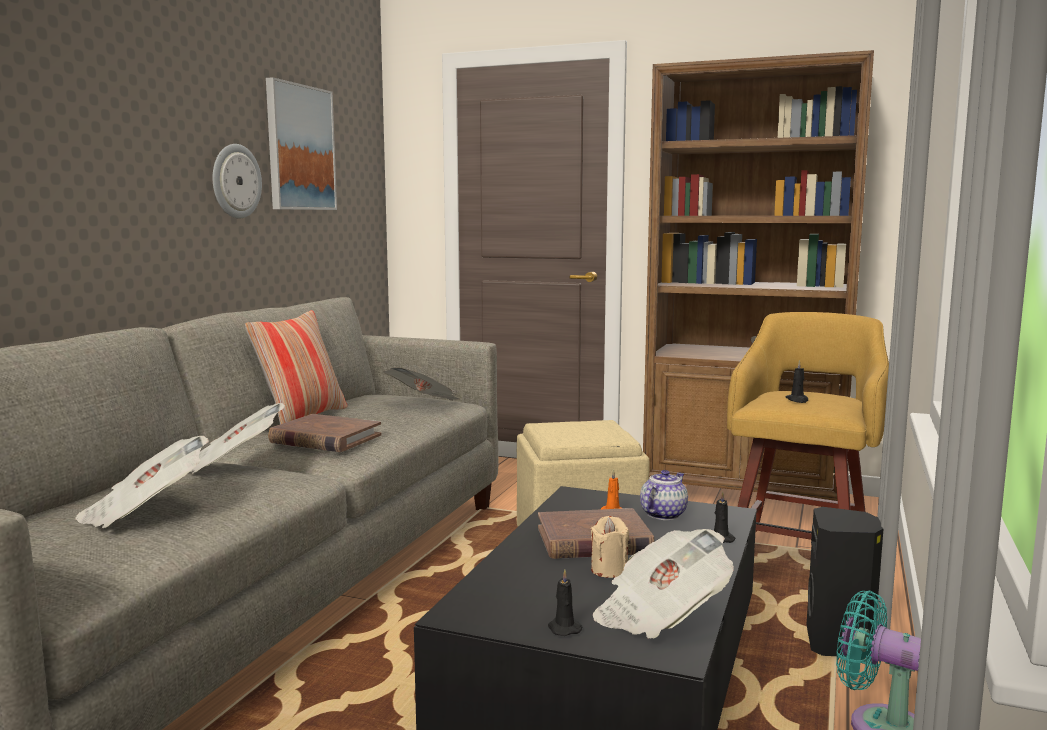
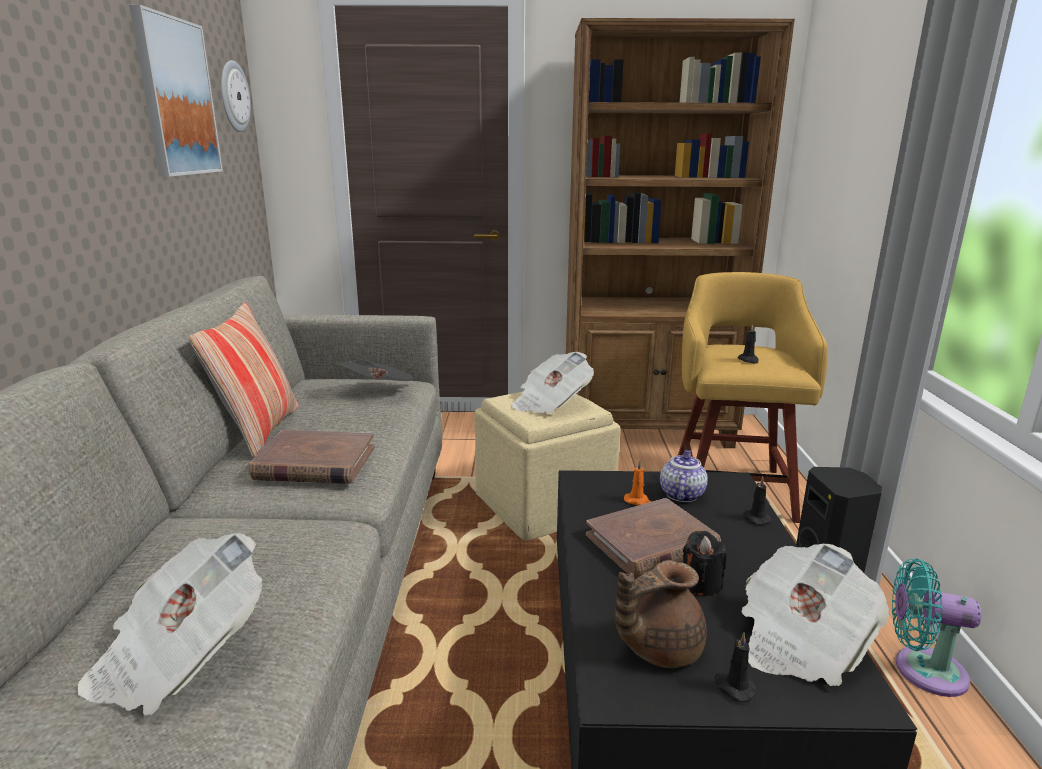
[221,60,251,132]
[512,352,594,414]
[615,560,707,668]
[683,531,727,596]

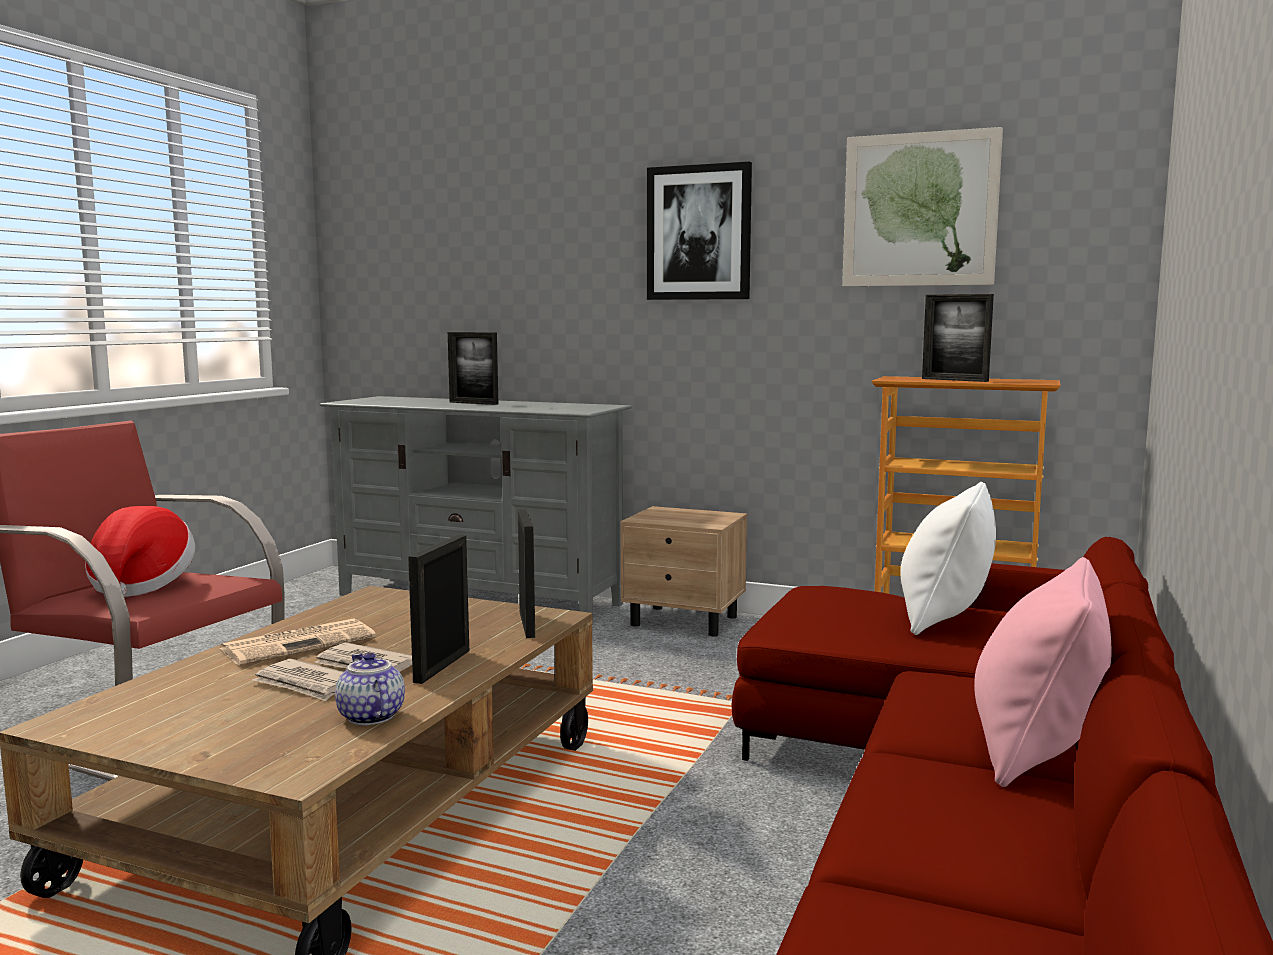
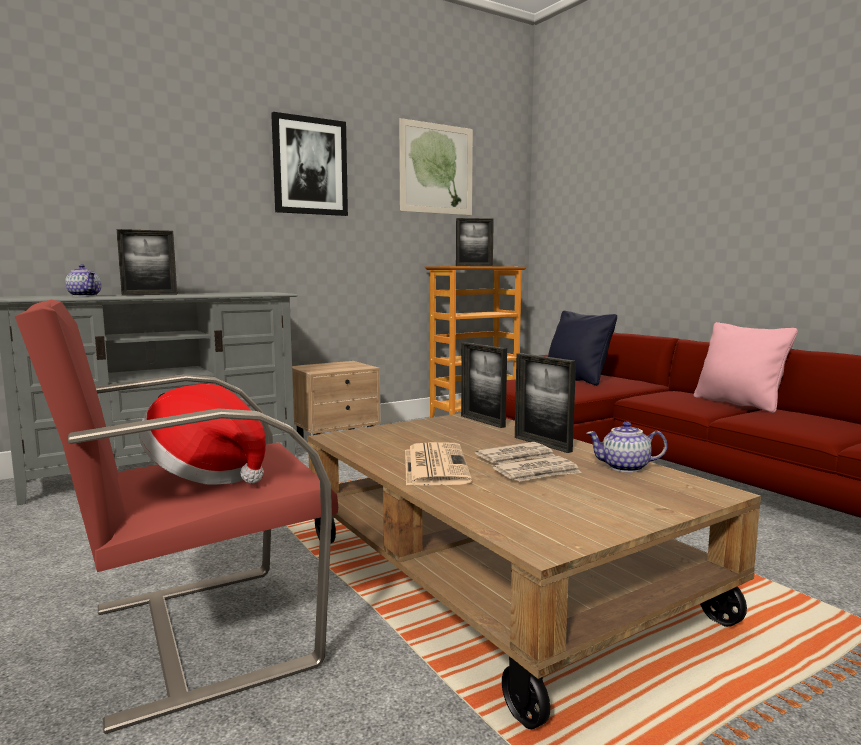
[65,264,102,296]
[461,342,507,428]
[548,311,617,386]

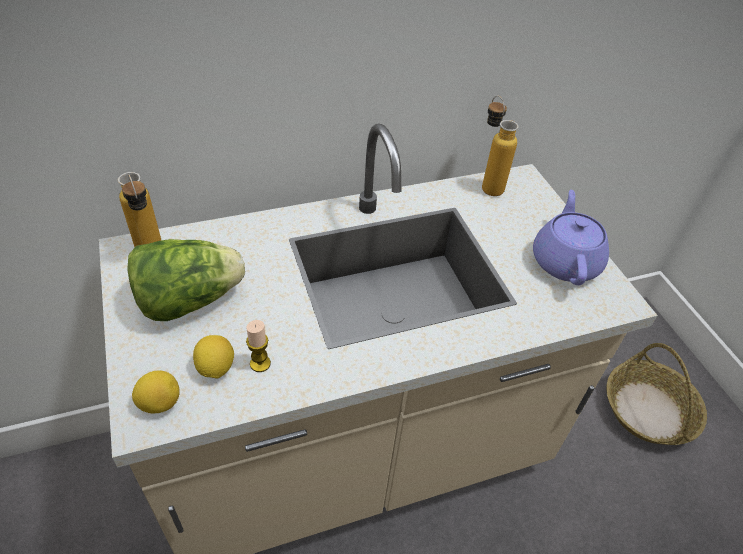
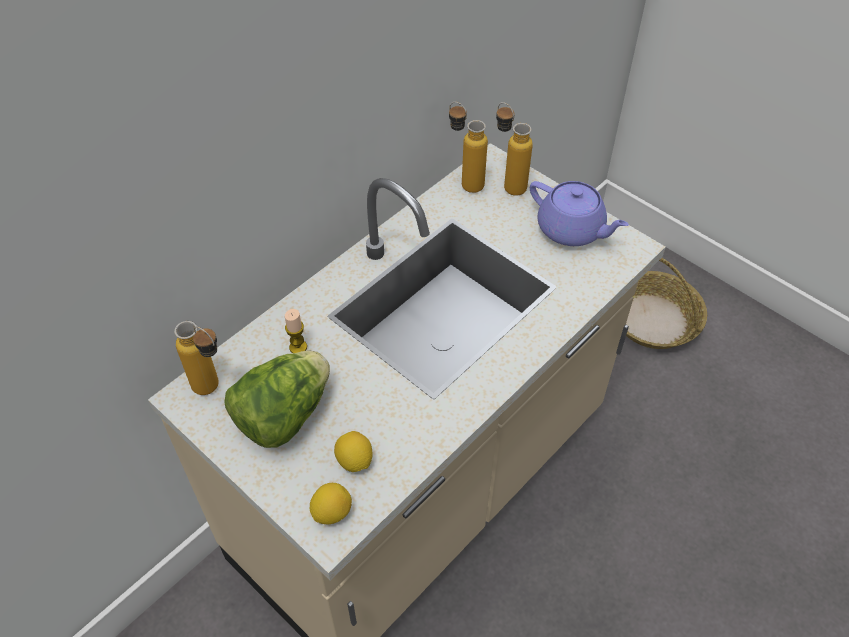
[285,309,307,353]
[496,102,533,196]
[530,181,629,246]

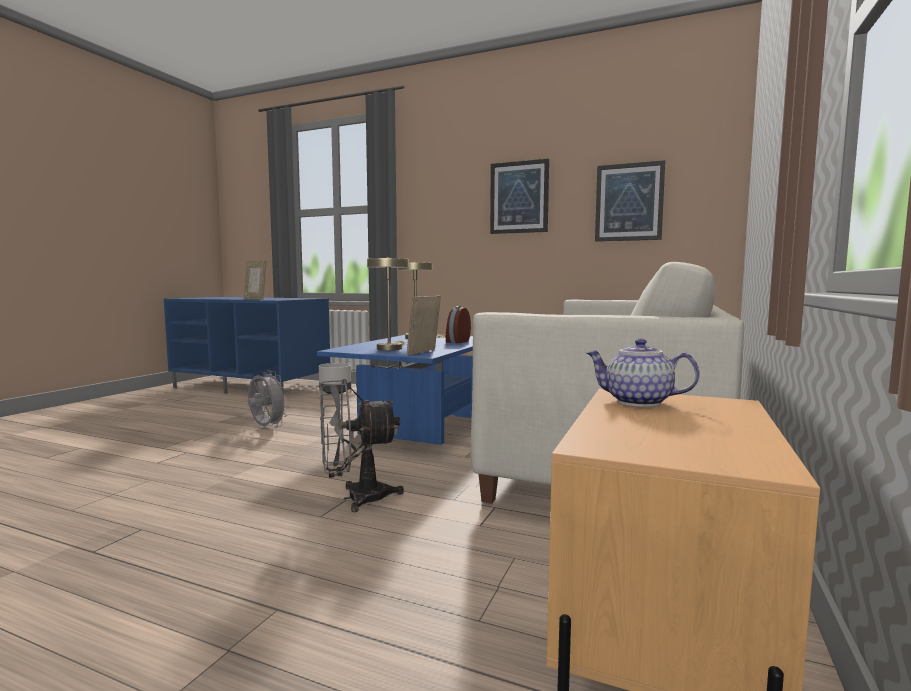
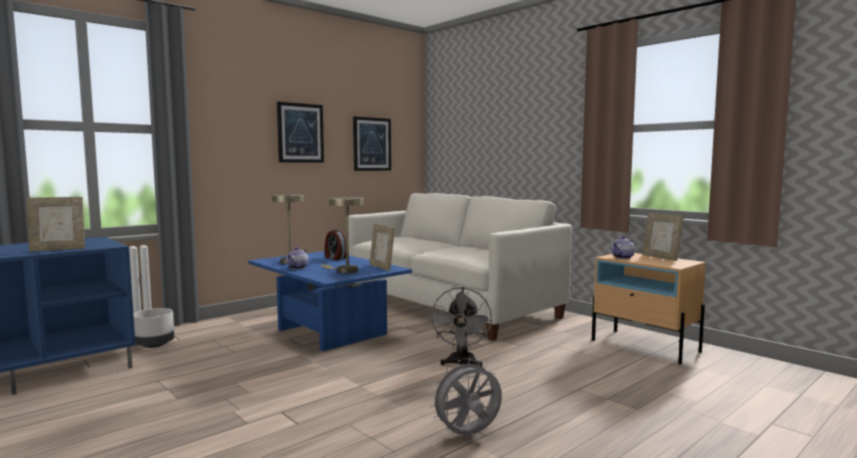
[286,247,308,270]
[429,358,502,435]
[642,213,683,261]

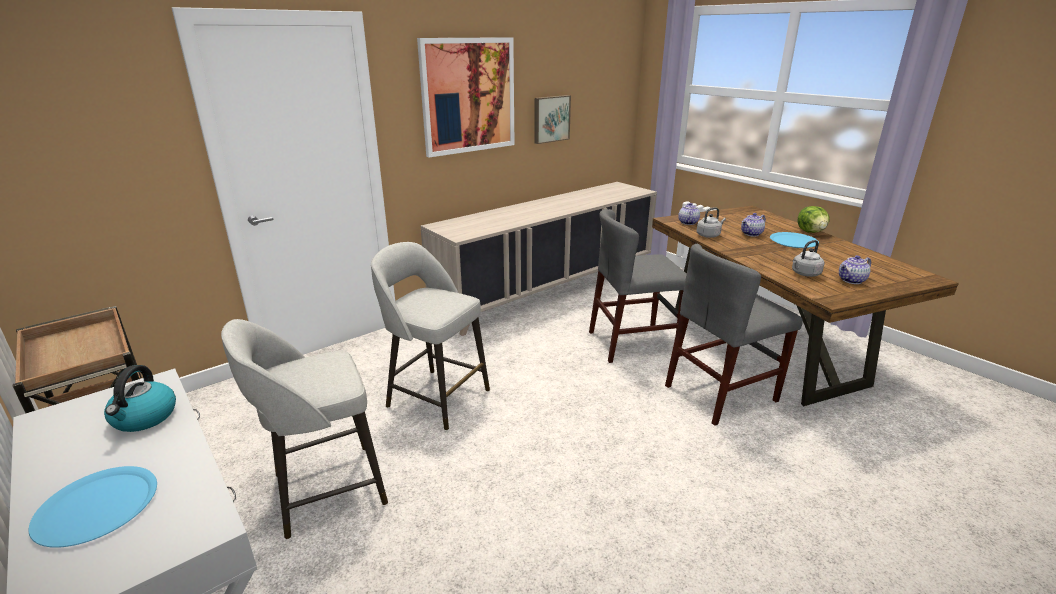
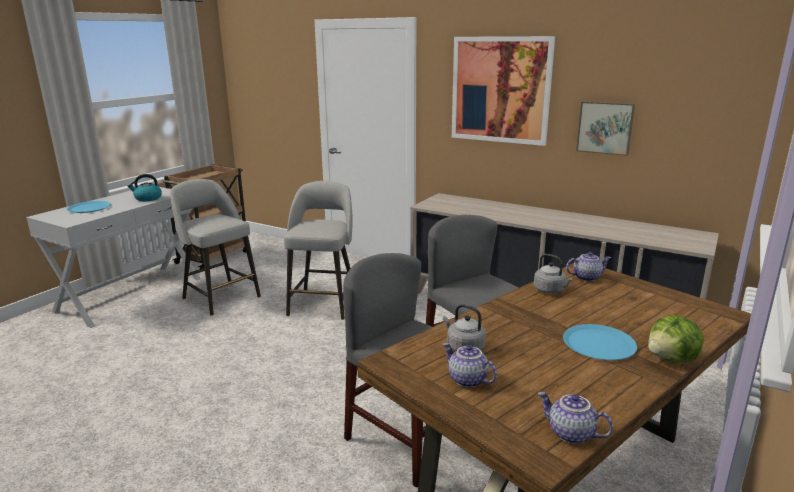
[538,392,613,444]

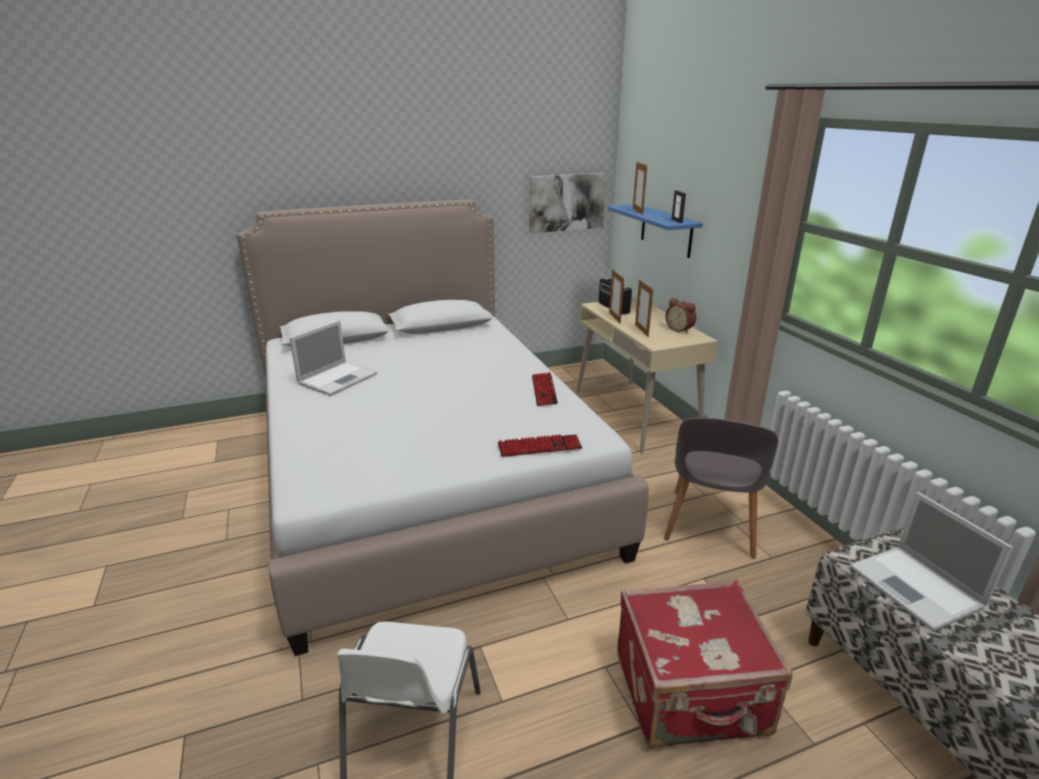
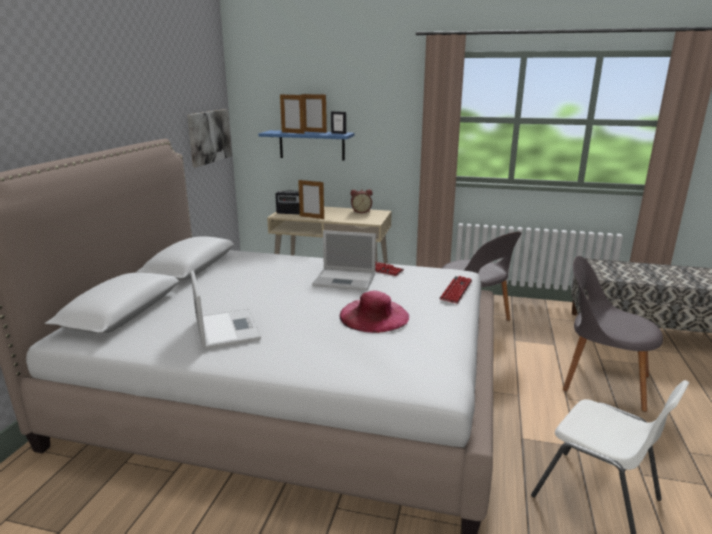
[302,94,327,133]
[312,230,376,290]
[340,291,409,333]
[563,256,663,412]

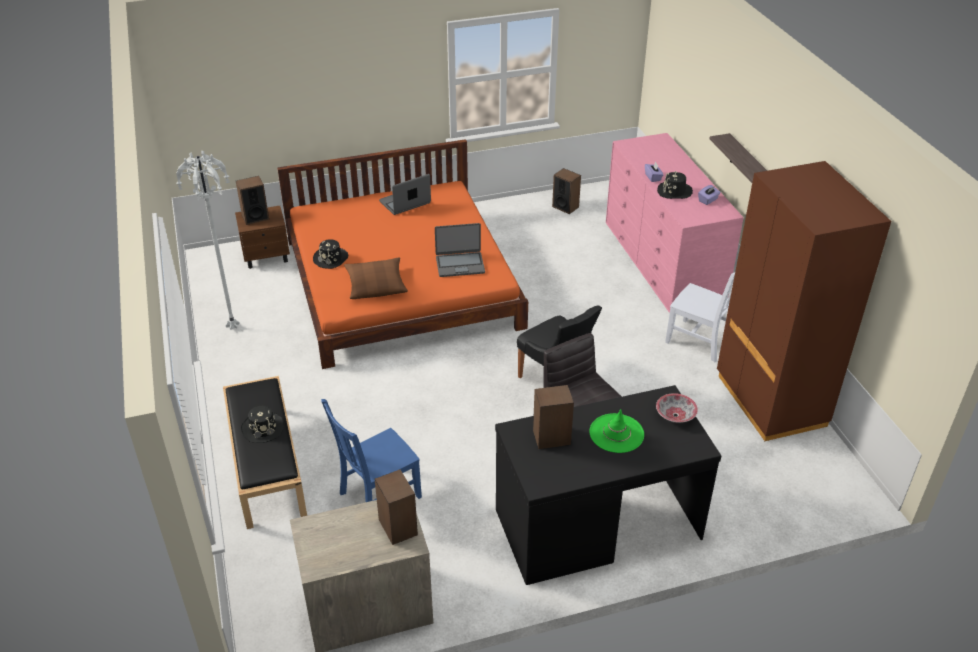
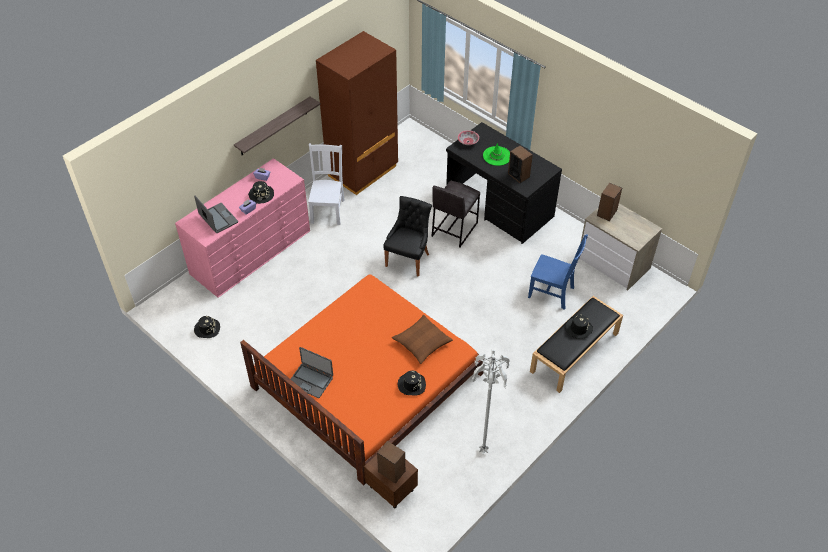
[194,196,238,233]
[194,316,220,338]

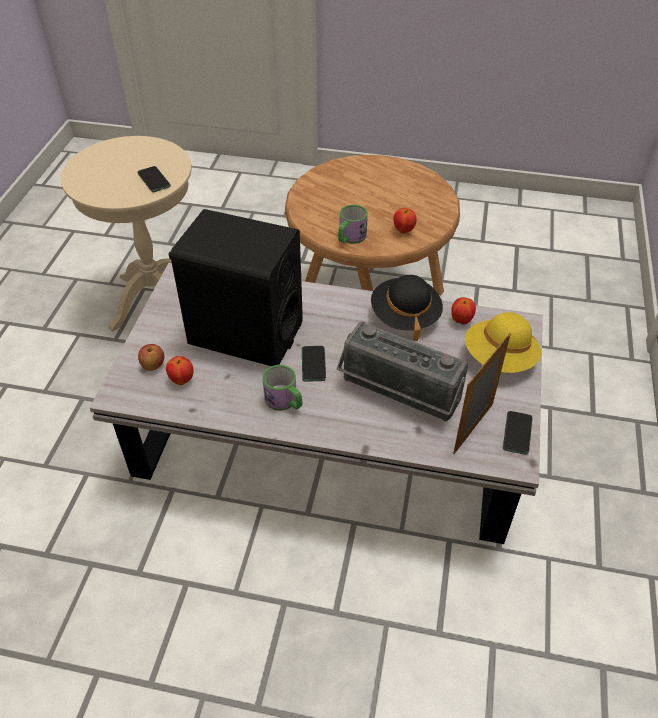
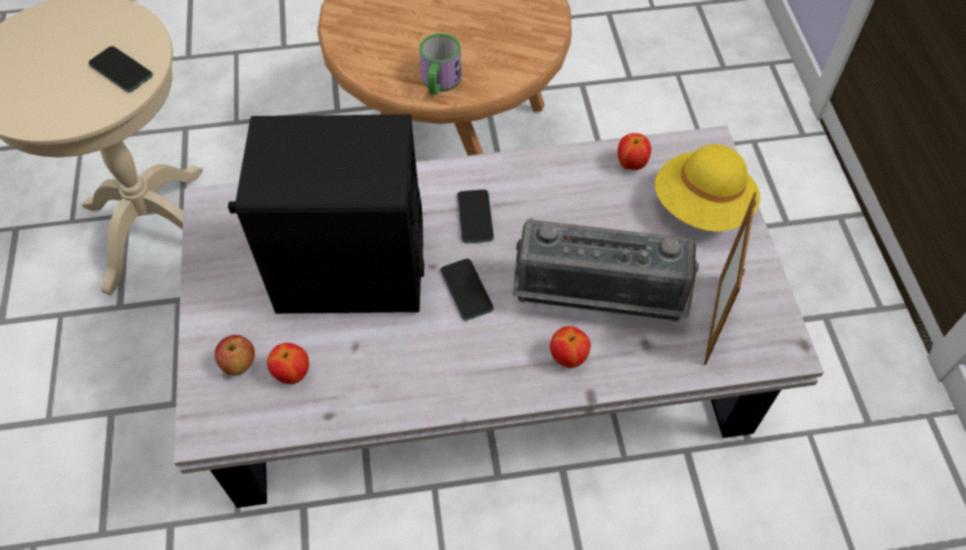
[457,189,494,243]
[550,326,591,368]
[263,365,302,410] (first image)
[371,275,443,341] (first image)

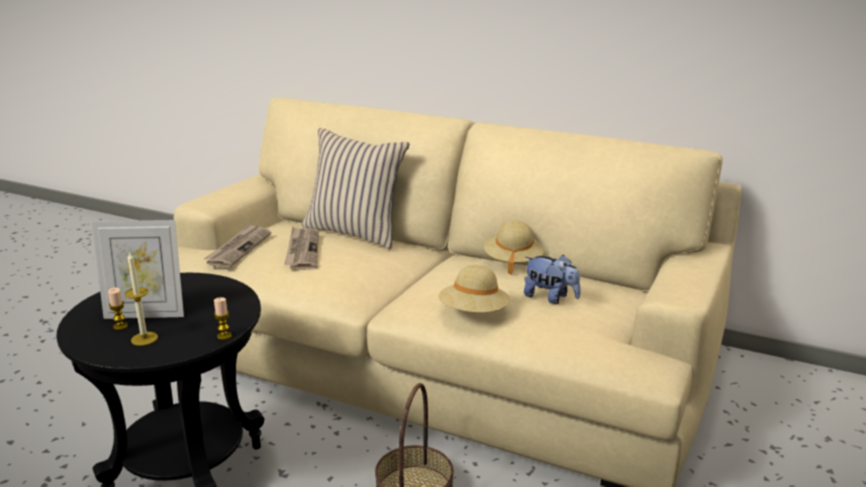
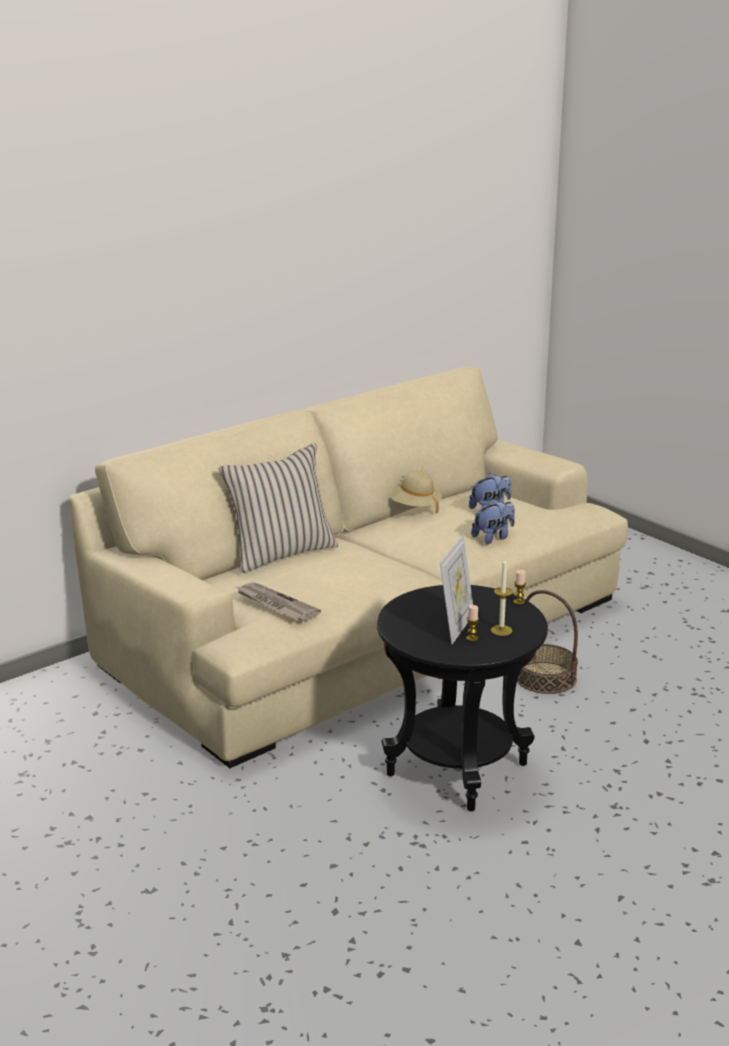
[471,499,515,544]
[284,227,319,270] (first image)

